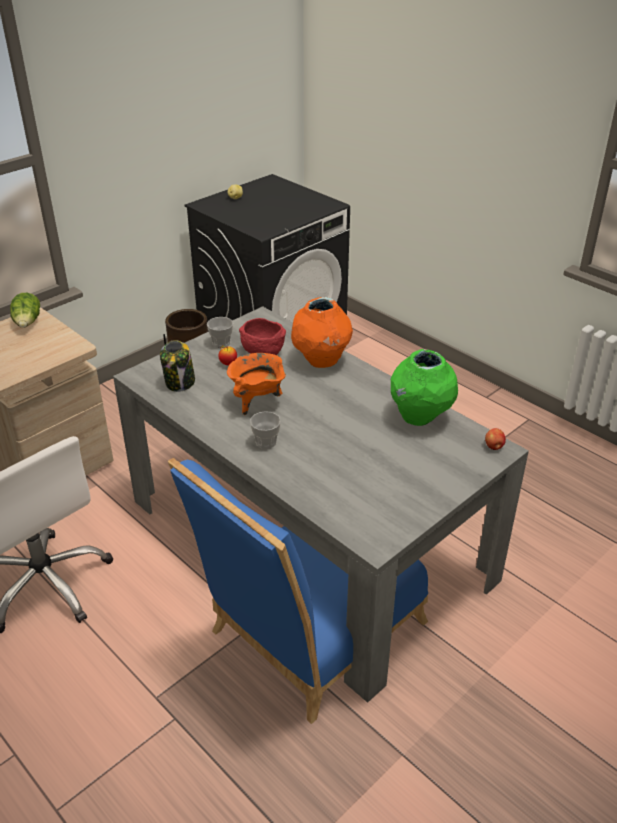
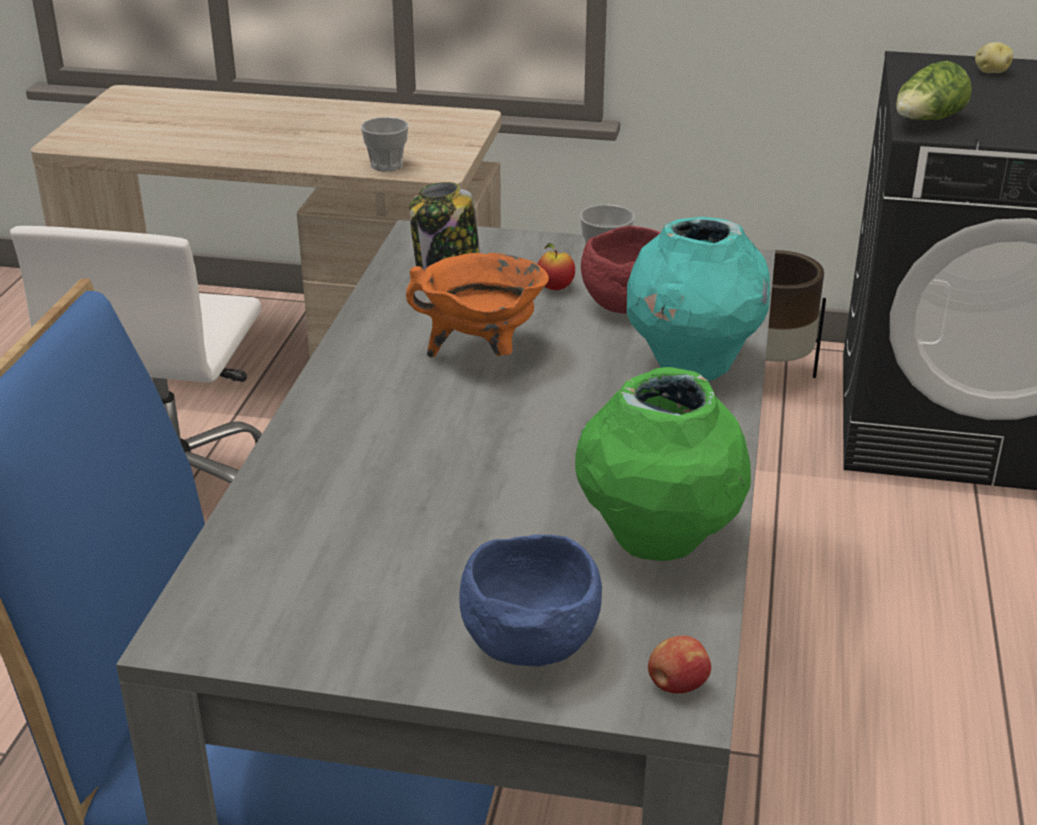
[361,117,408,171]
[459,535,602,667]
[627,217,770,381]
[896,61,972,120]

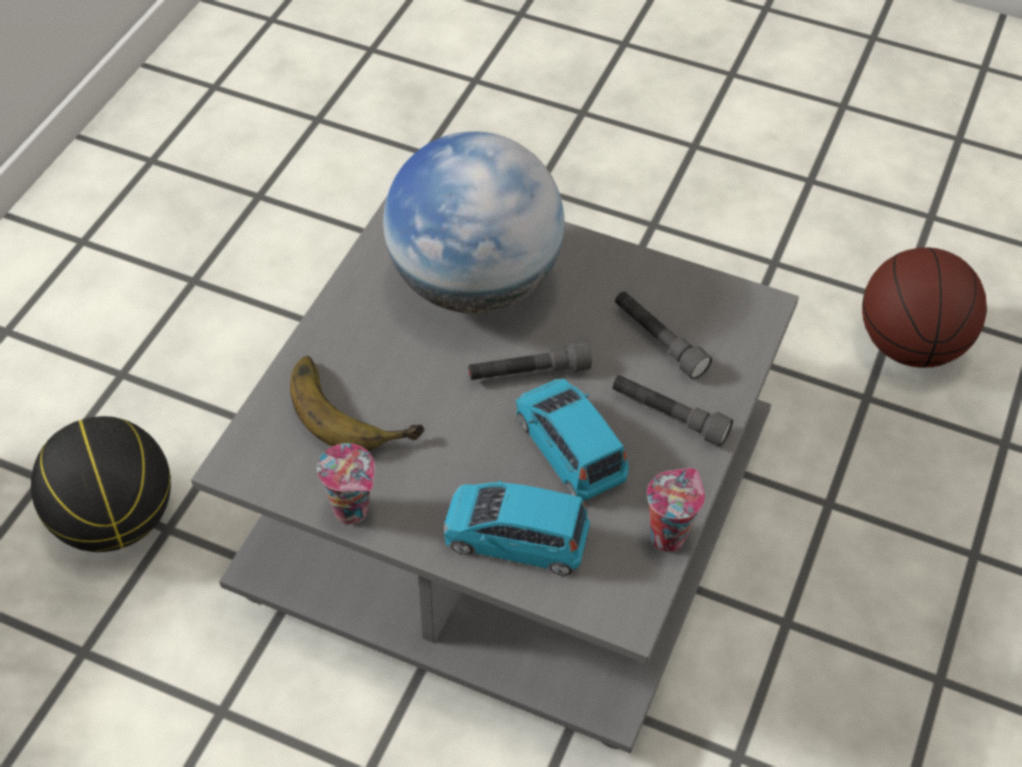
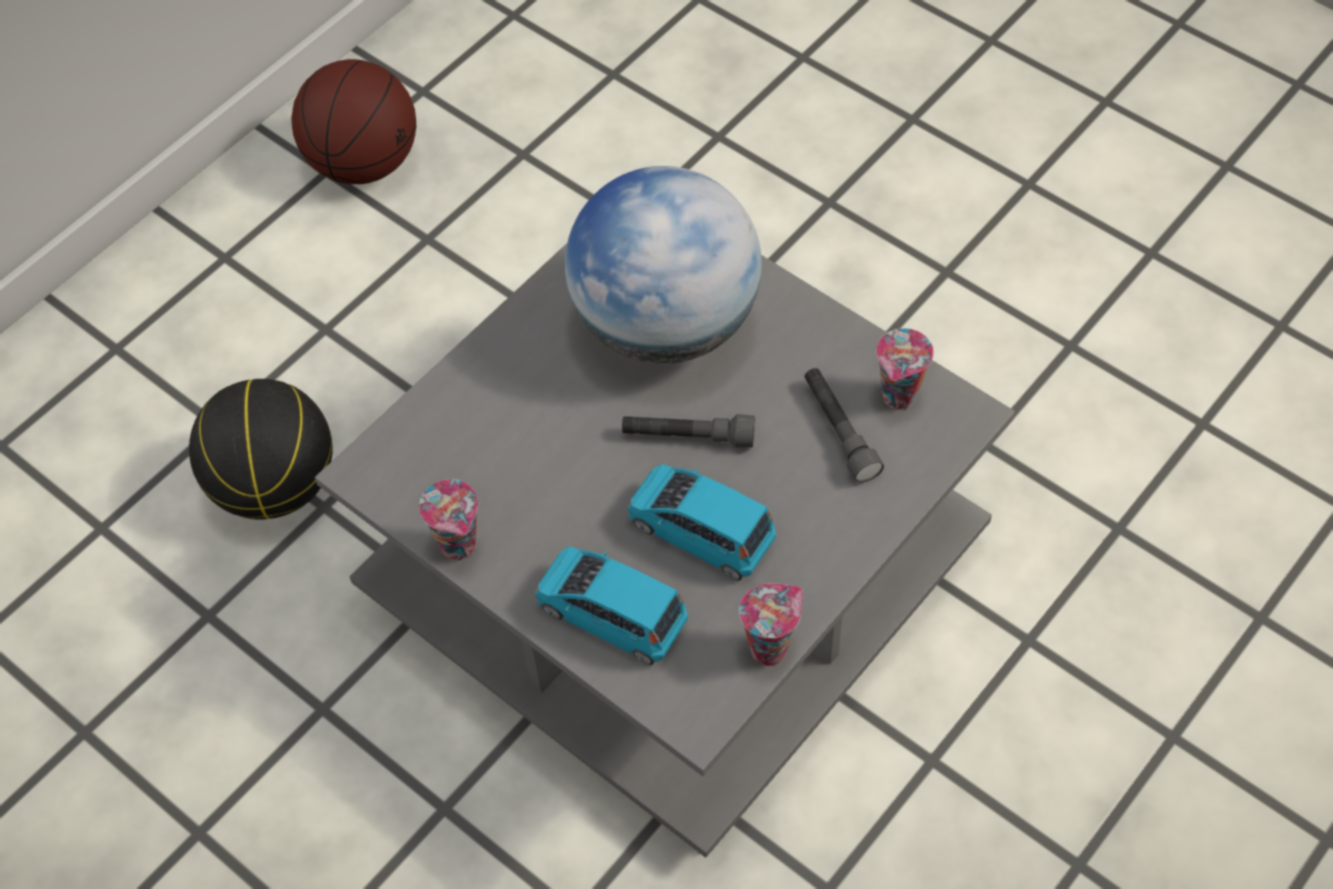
[291,59,416,184]
[627,464,776,581]
[876,328,934,410]
[290,356,425,451] (first image)
[612,375,733,447] (first image)

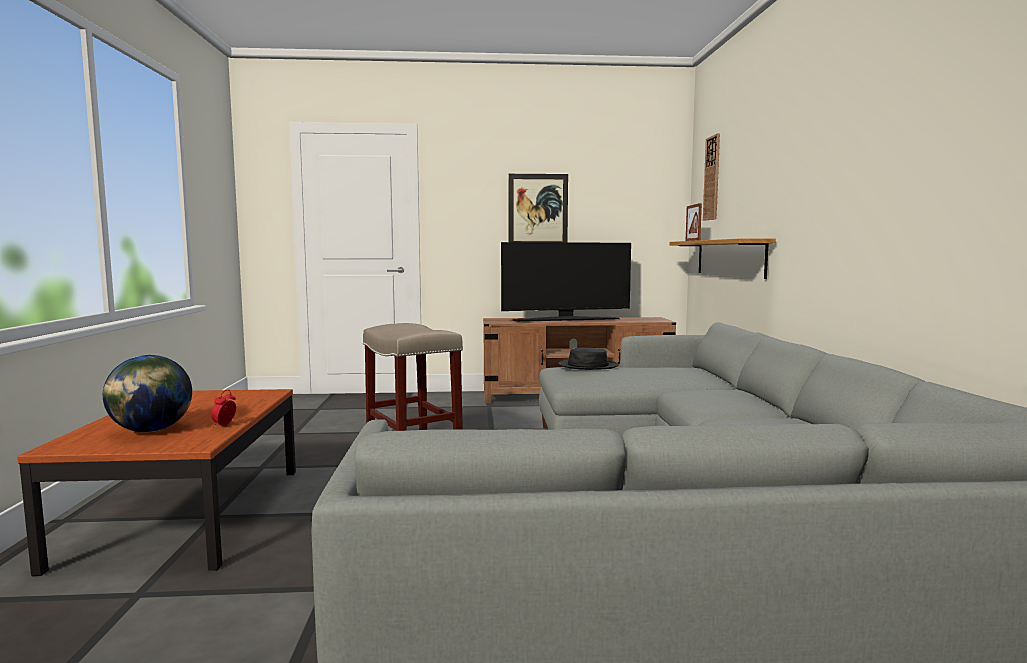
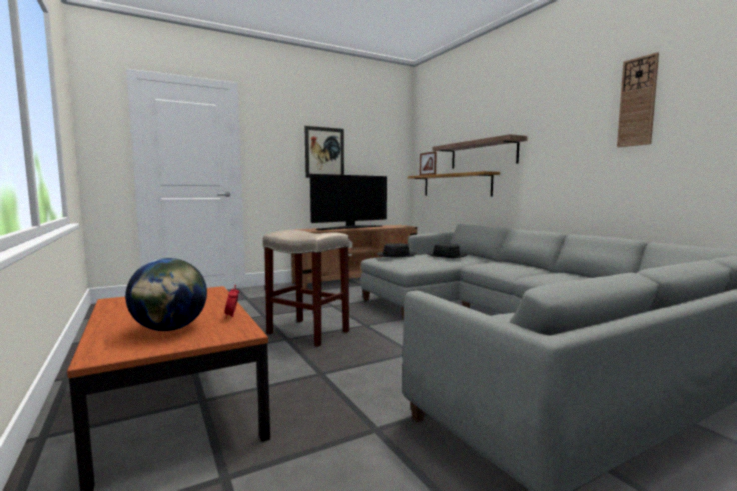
[427,243,467,258]
[432,134,528,169]
[617,52,659,147]

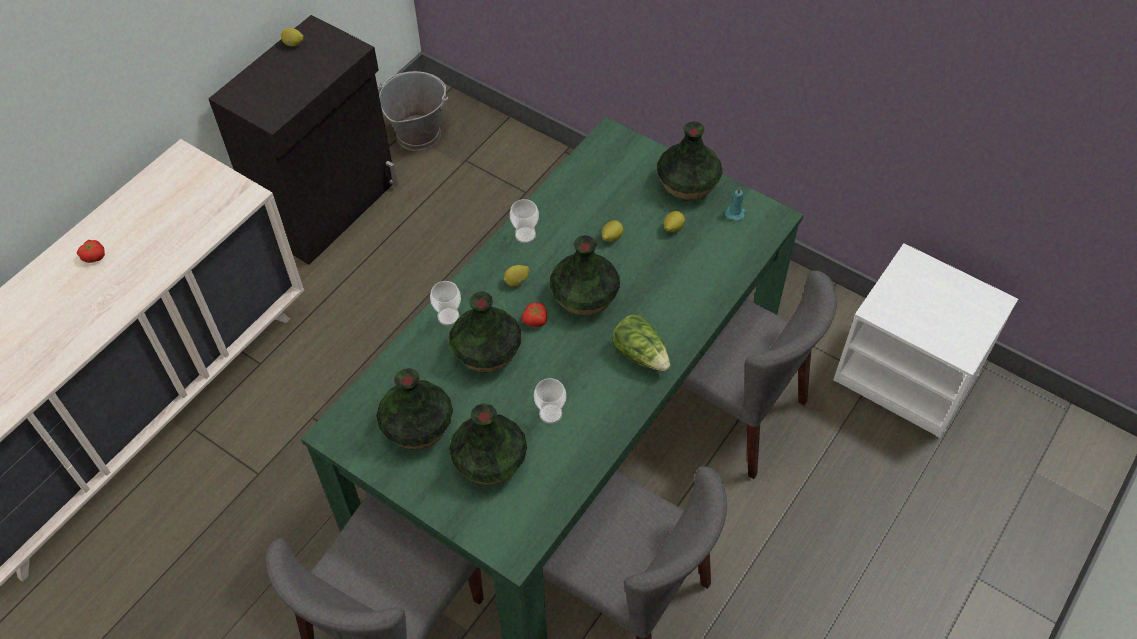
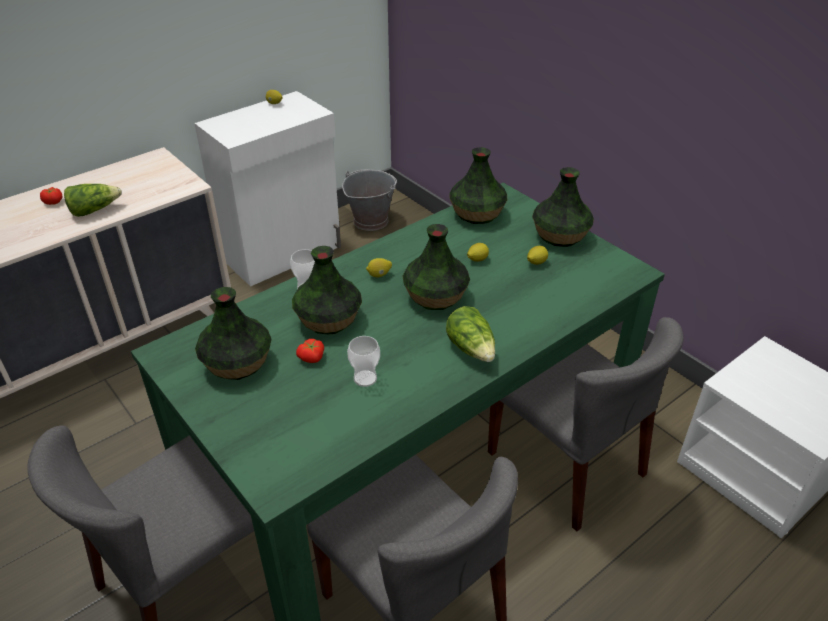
[64,184,122,217]
[194,91,341,287]
[296,339,324,363]
[449,147,507,224]
[510,199,539,243] (first image)
[725,187,746,221] (first image)

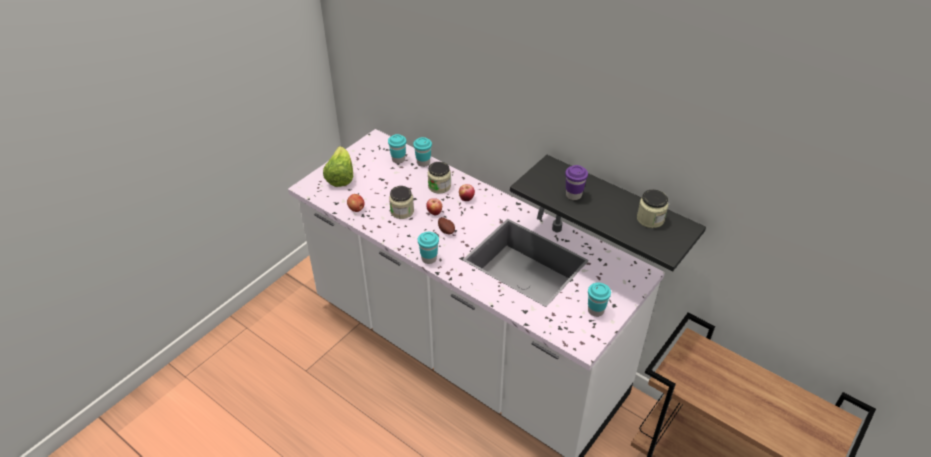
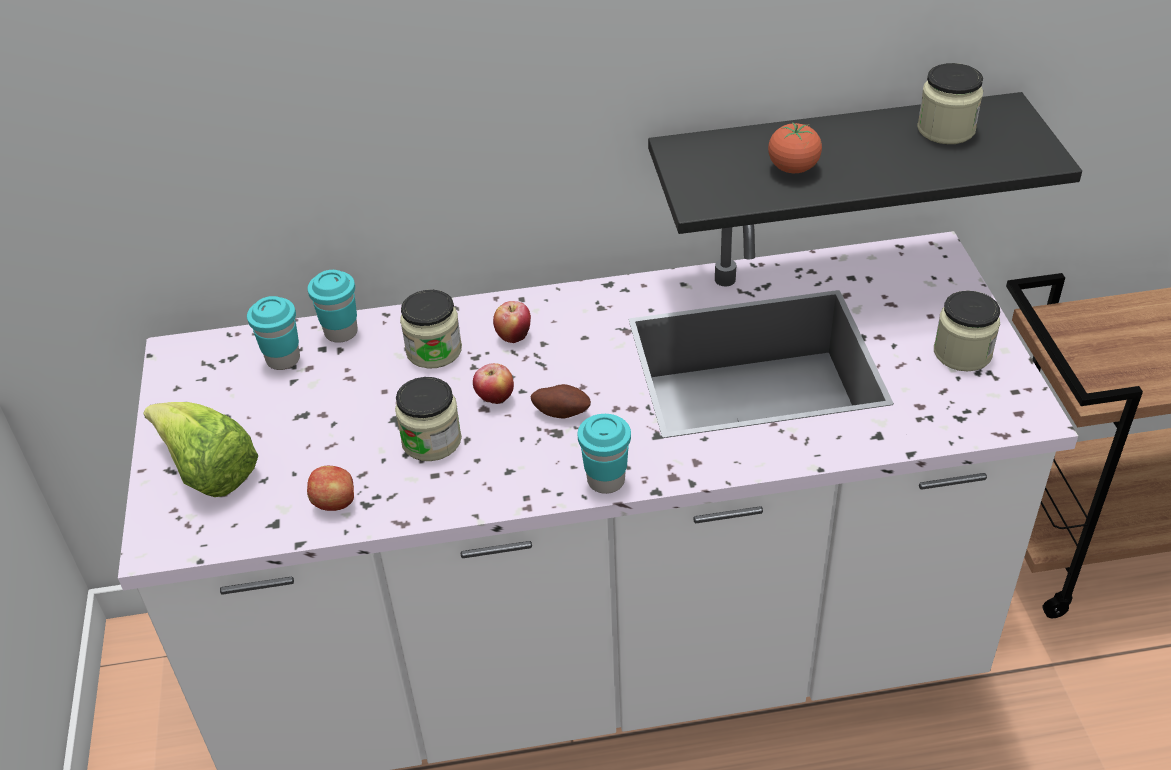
[768,122,822,173]
[934,291,1000,372]

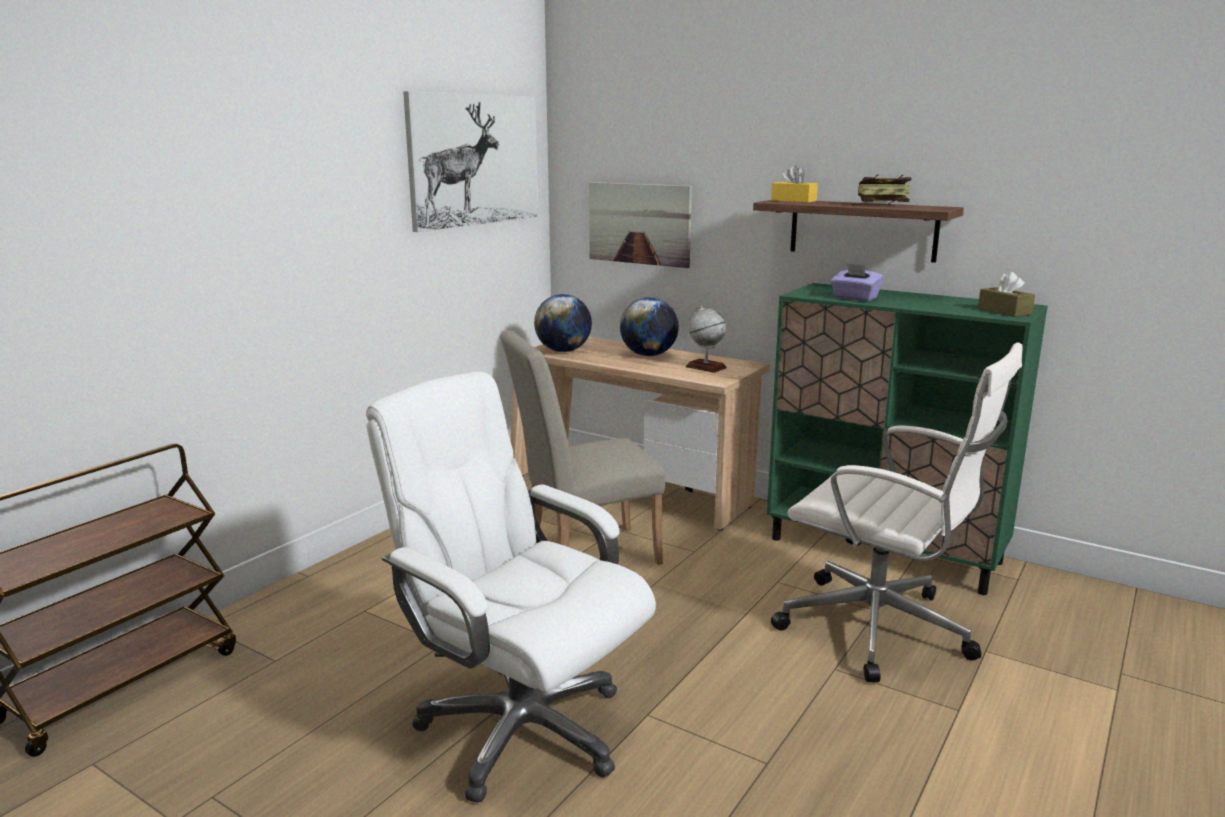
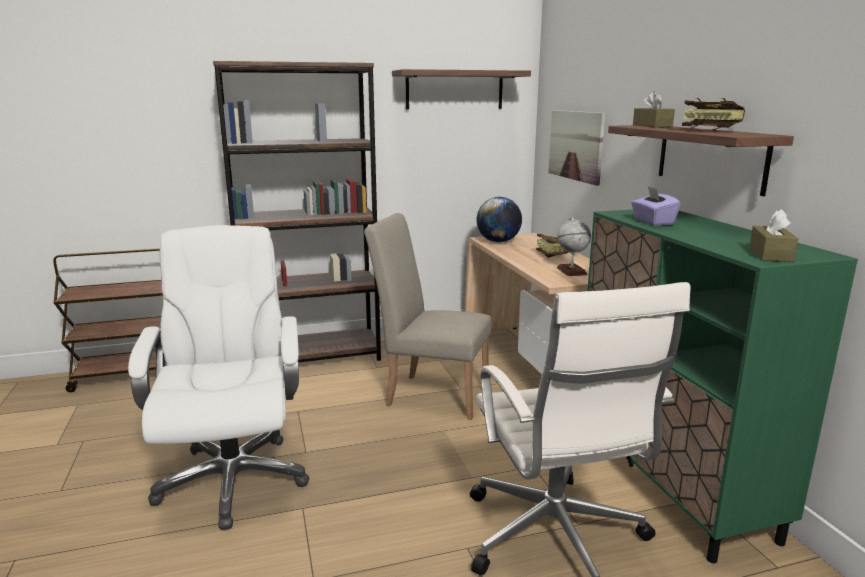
[213,61,381,363]
[392,69,531,109]
[536,234,569,258]
[633,91,675,127]

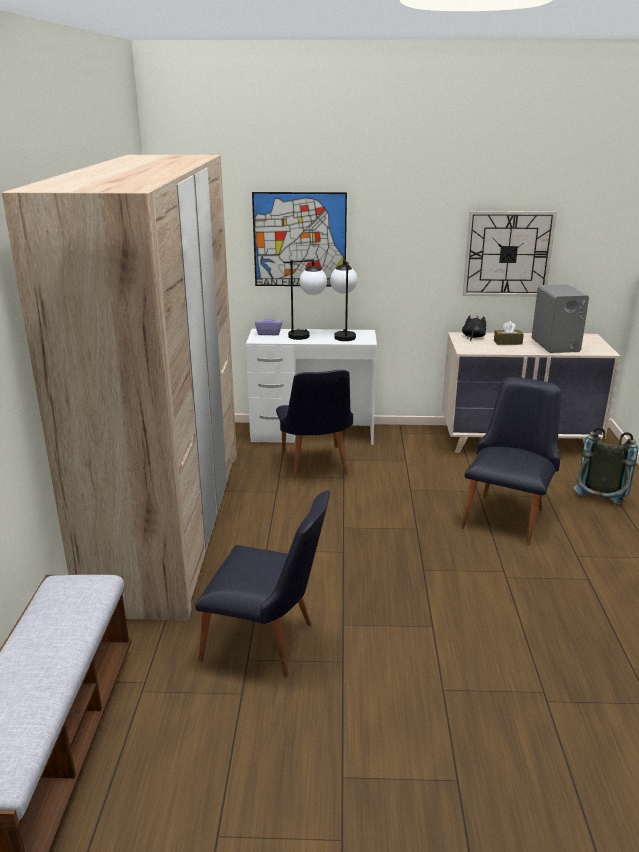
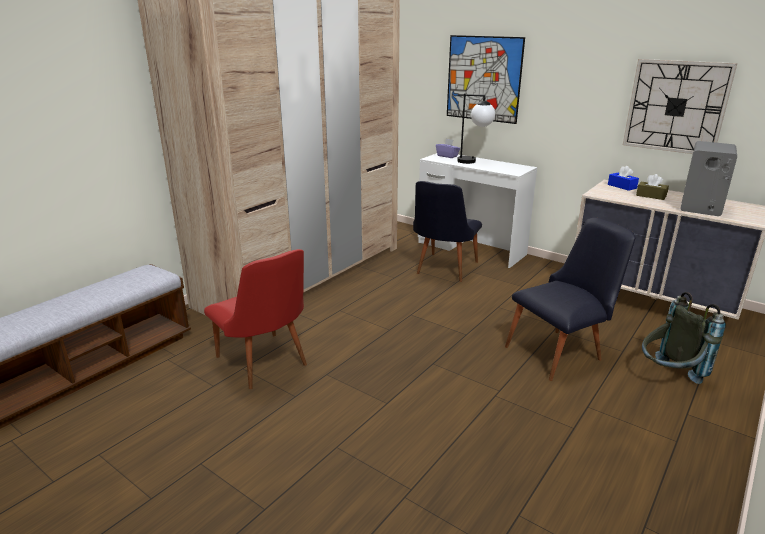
[204,249,307,389]
[608,166,639,191]
[330,258,358,341] (first image)

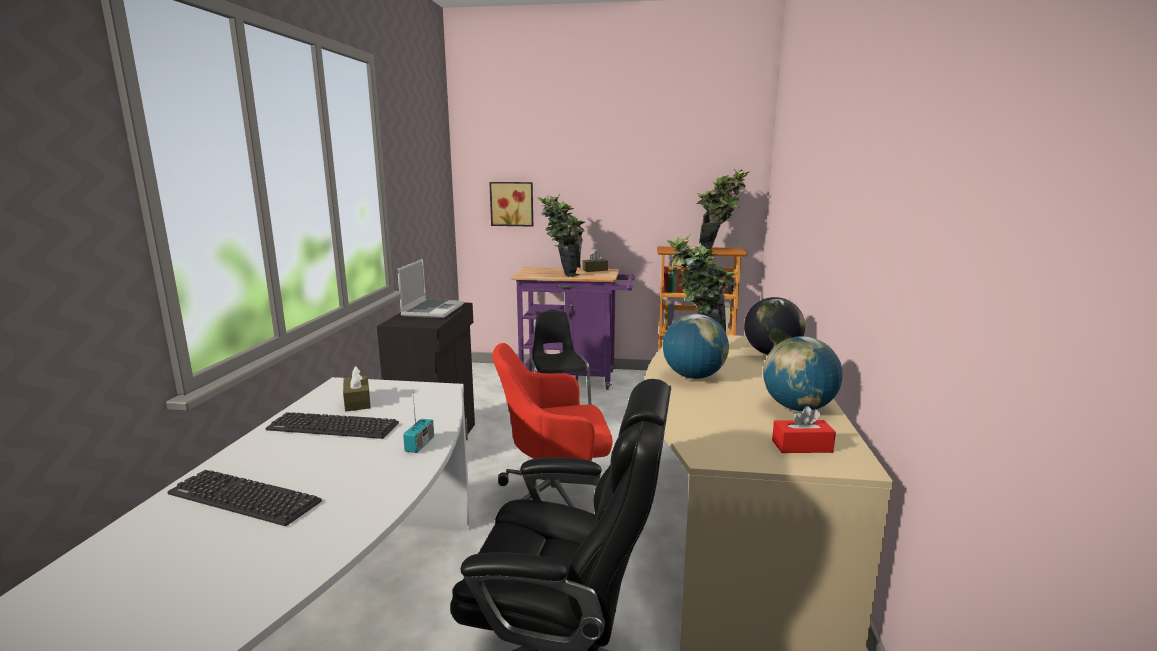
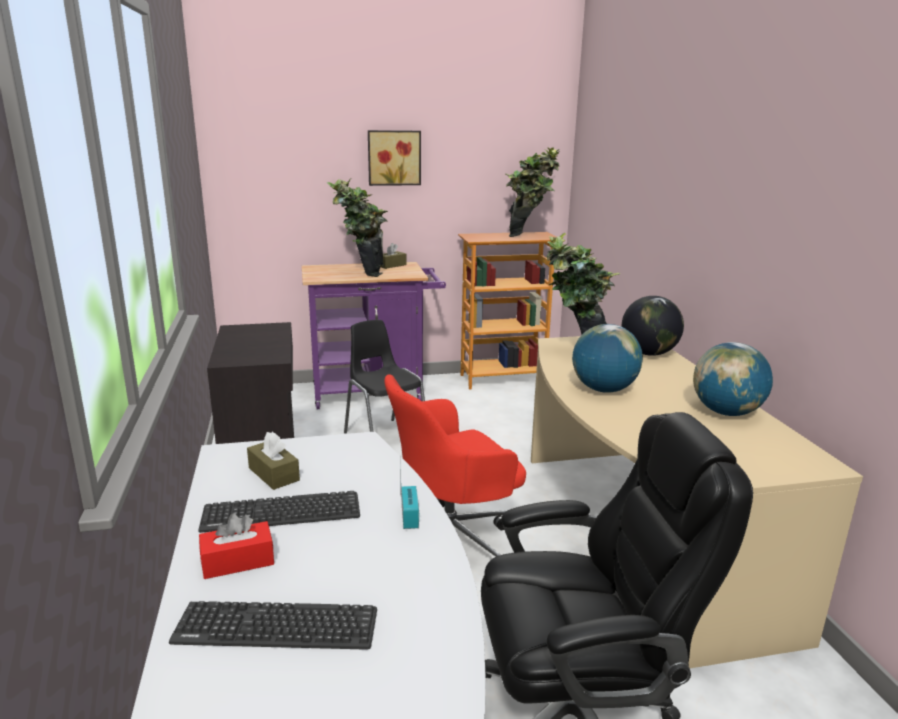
[199,514,274,579]
[368,130,421,186]
[397,259,464,318] (first image)

